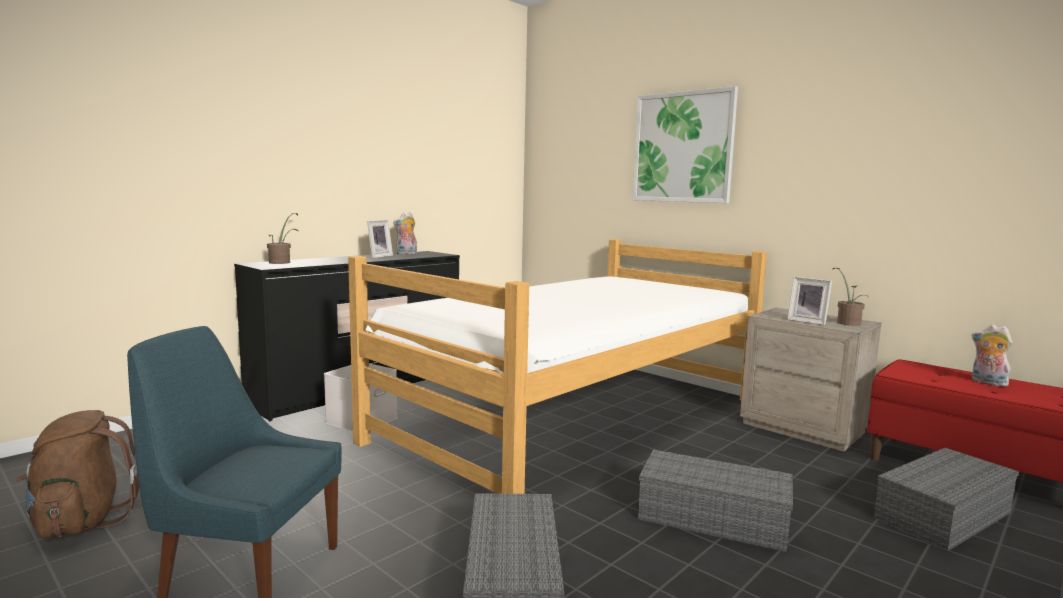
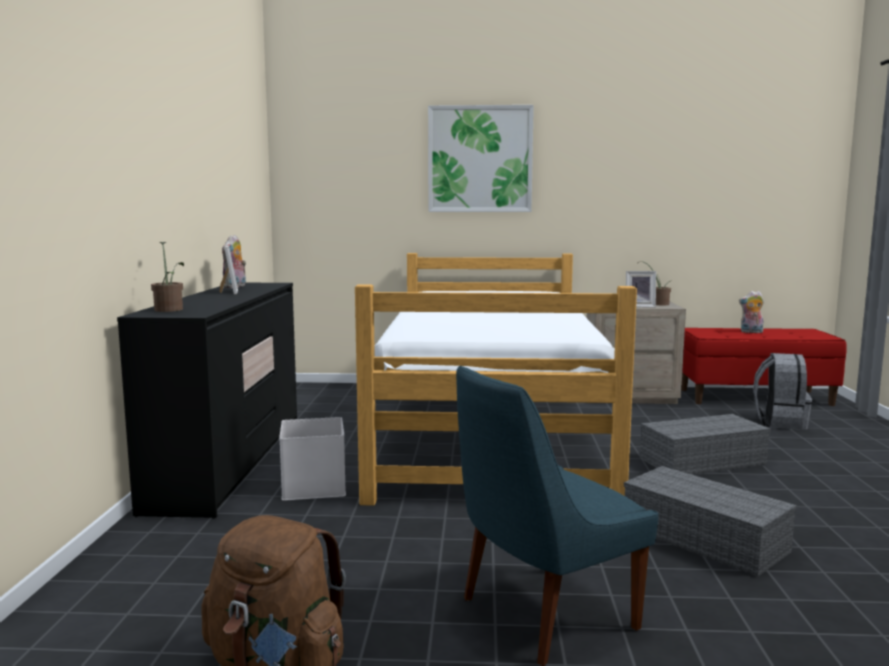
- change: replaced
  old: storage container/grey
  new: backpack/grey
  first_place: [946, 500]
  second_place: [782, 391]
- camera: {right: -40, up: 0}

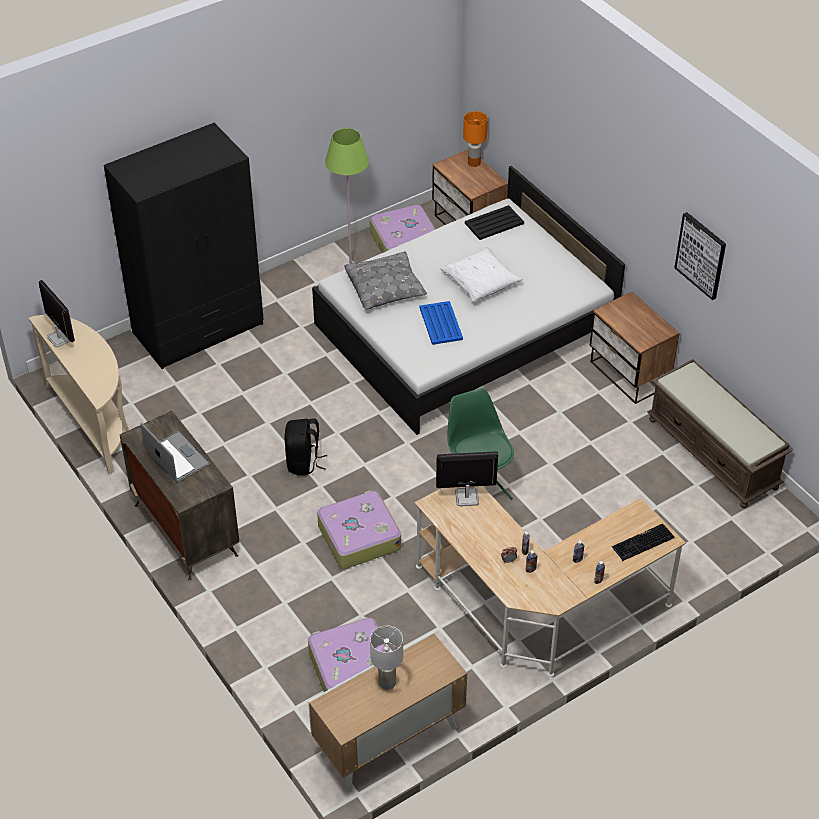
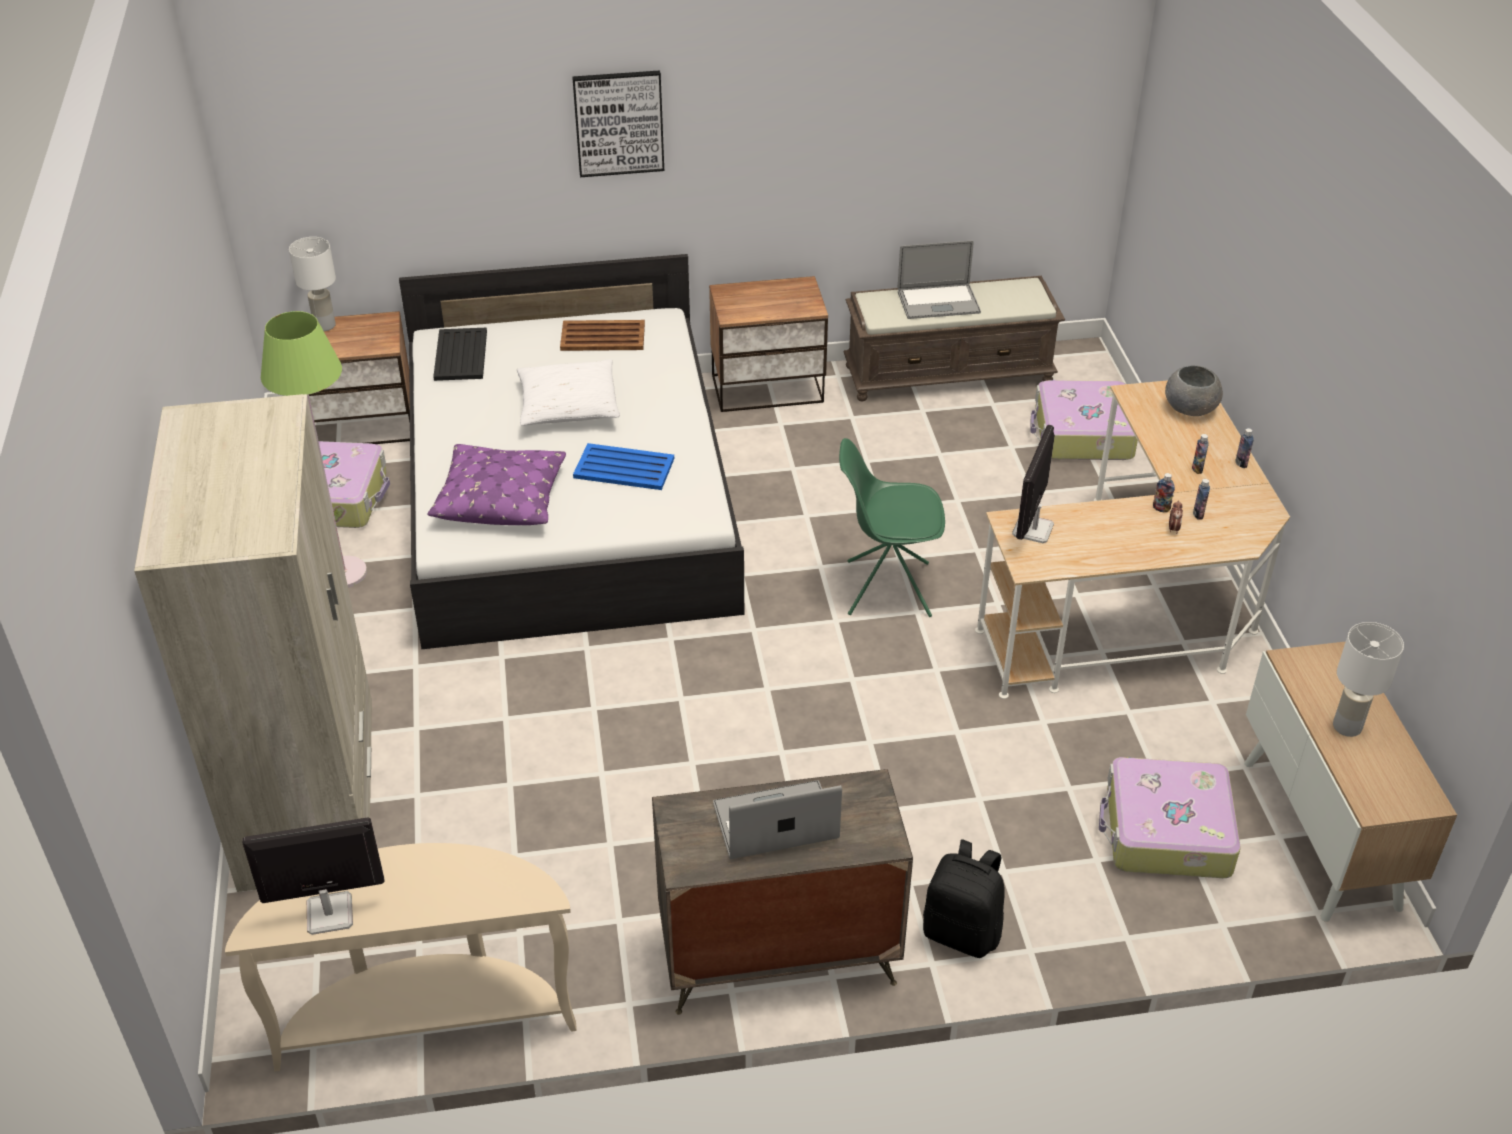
- change: recoloured
  old: wardrobe/black
  new: wardrobe/beige
  first_place: [184, 246]
  second_place: [253, 643]
- change: recoloured
  old: tabletop lamp/orange-coloured
  new: tabletop lamp/white
  first_place: [475, 139]
  second_place: [312, 284]
- change: recoloured
  old: cushion/grey
  new: cushion/purple-coloured
  first_place: [385, 281]
  second_place: [496, 484]
- change: added
  new: serving tray/brown
  second_place: [602, 335]
- change: moved
  old: picture
  first_place: [700, 256]
  second_place: [618, 123]
- change: added
  new: notebook computer
  second_place: [939, 279]
- change: moved
  old: backpack/black
  first_place: [305, 447]
  second_place: [964, 898]
- change: moved
  old: travel case
  first_place: [359, 529]
  second_place: [1084, 420]
- change: replaced
  old: PC keyboard
  new: serving bowl/grey
  first_place: [643, 542]
  second_place: [1194, 390]
- camera: {right: -65, up: -5}

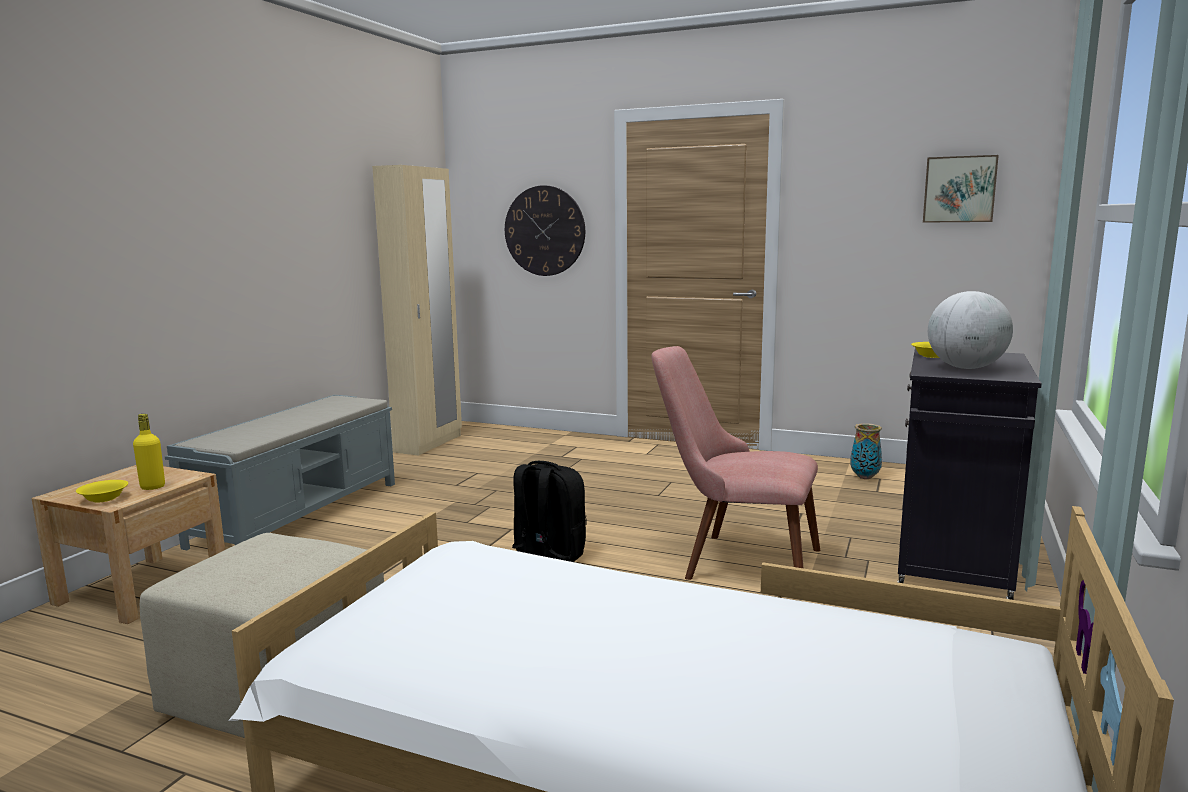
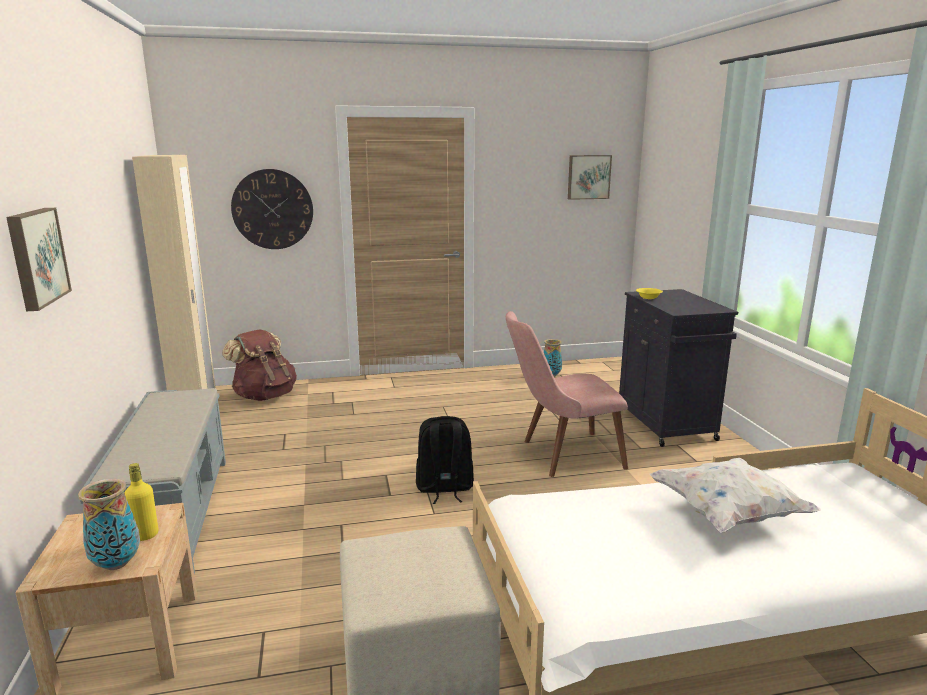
- change: added
  new: picture
  second_place: [39, 259]
- change: replaced
  old: serving bowl/yellowish
  new: flower vase
  first_place: [102, 491]
  second_place: [109, 524]
- change: added
  new: backpack/brown
  second_place: [259, 365]
- change: added
  new: cushion/white
  second_place: [735, 495]
- change: removed
  old: desk globe
  first_place: [970, 330]
- camera: {right: -35, up: 5}

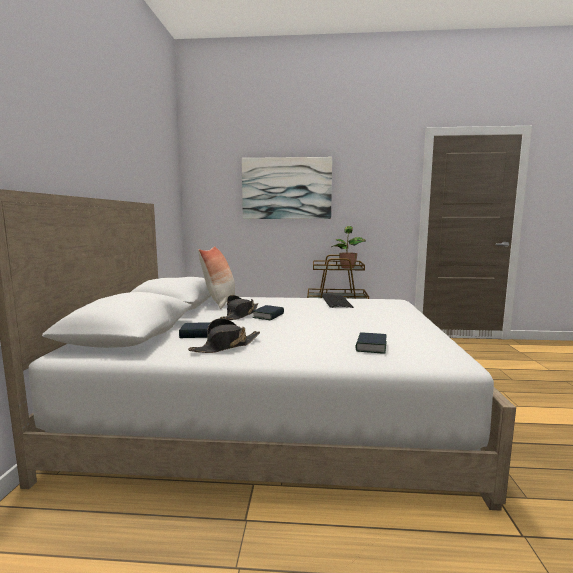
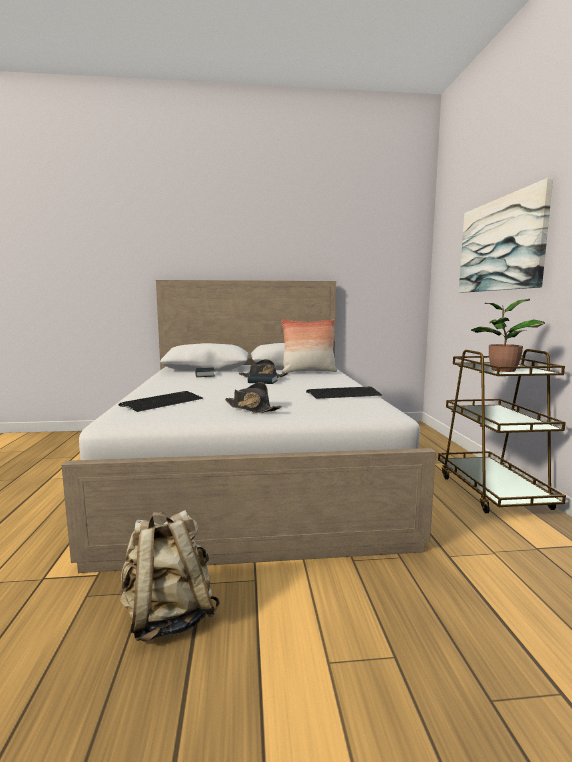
- change: replaced
  old: bound book
  new: PC keyboard
  first_place: [371, 343]
  second_place: [160, 401]
- change: added
  new: backpack/beige
  second_place: [170, 576]
- change: moved
  old: wearable hat/black
  first_place: [224, 335]
  second_place: [253, 397]
- camera: {right: 80, up: 0}

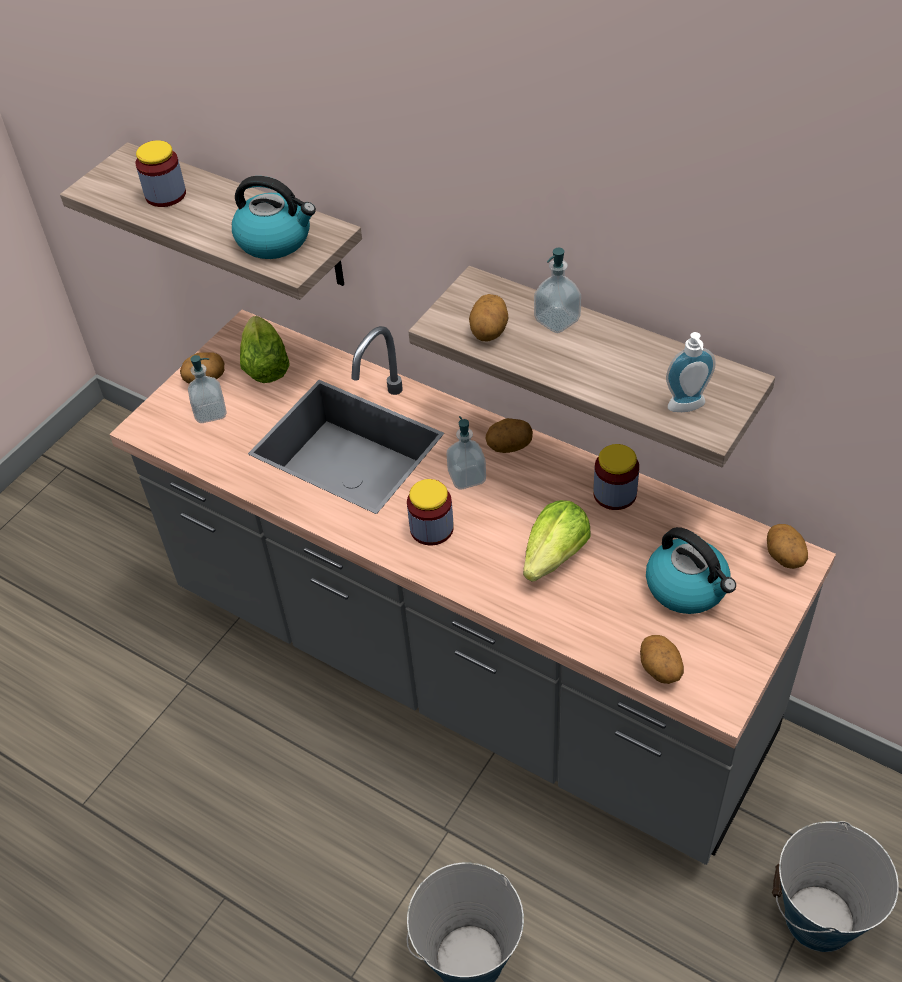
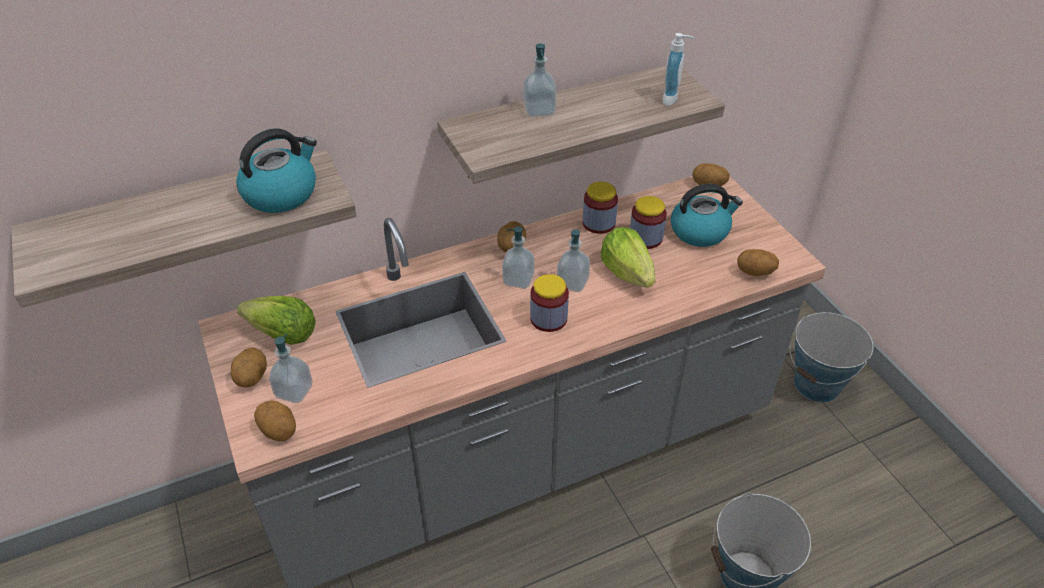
- change: moved
  old: whole potato
  first_place: [488, 317]
  second_place: [275, 421]
- change: added
  new: soap bottle
  second_place: [573, 260]
- change: moved
  old: jar
  first_place: [160, 173]
  second_place: [648, 222]
- camera: {right: -60, up: -5}

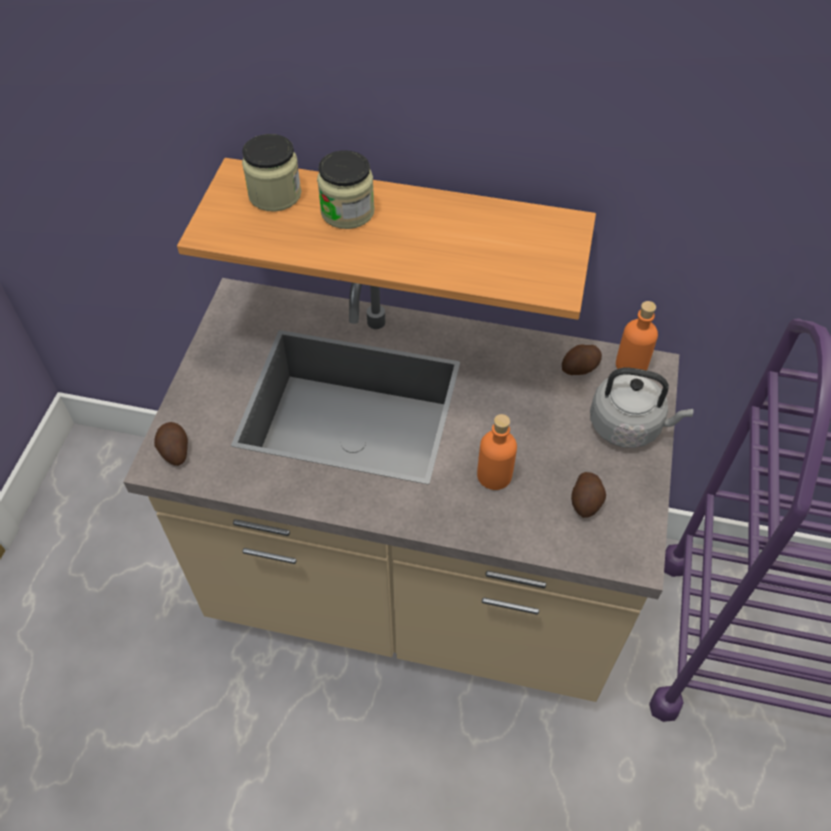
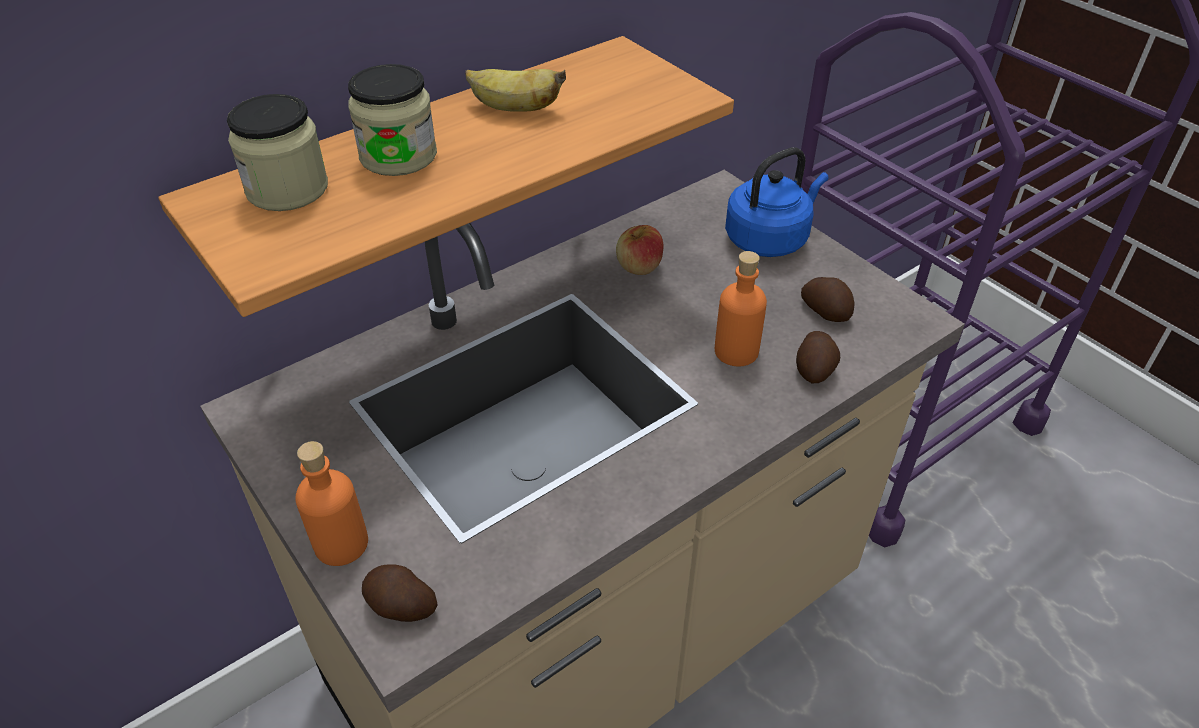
- change: moved
  old: bottle/orange-coloured
  first_place: [637, 336]
  second_place: [331, 503]
- change: added
  new: whole banana
  second_place: [515, 90]
- change: added
  new: whole apple
  second_place: [640, 250]
- change: recoloured
  old: water kettle/grey
  new: water kettle/bluish
  first_place: [641, 408]
  second_place: [776, 202]
- change: moved
  old: whole potato
  first_place: [582, 359]
  second_place: [818, 357]
- camera: {right: -50, up: -10}

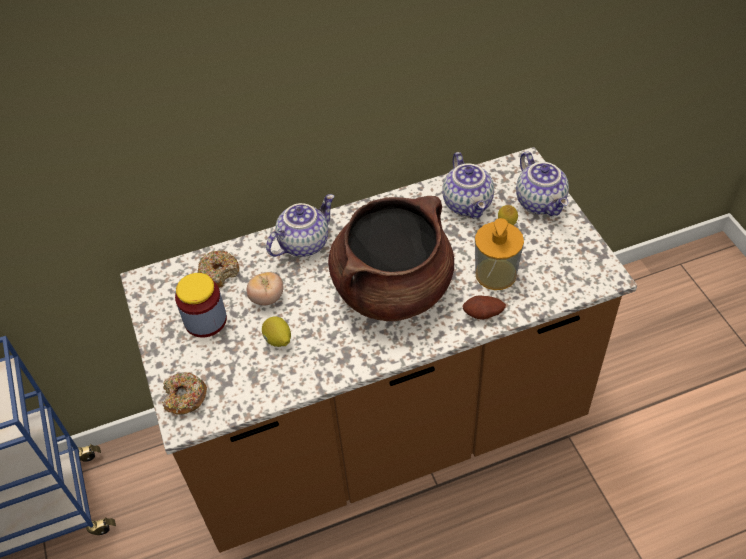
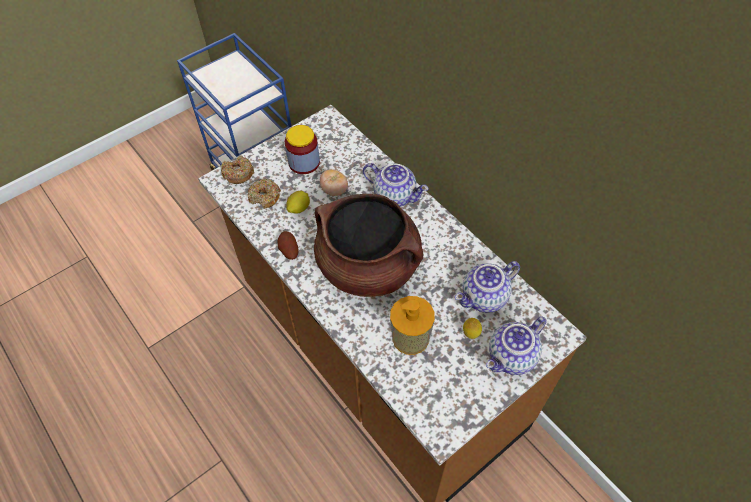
- change: moved
  old: donut
  first_place: [218, 269]
  second_place: [264, 194]
- change: moved
  old: whole potato
  first_place: [484, 307]
  second_place: [288, 245]
- camera: {right: 70, up: 5}

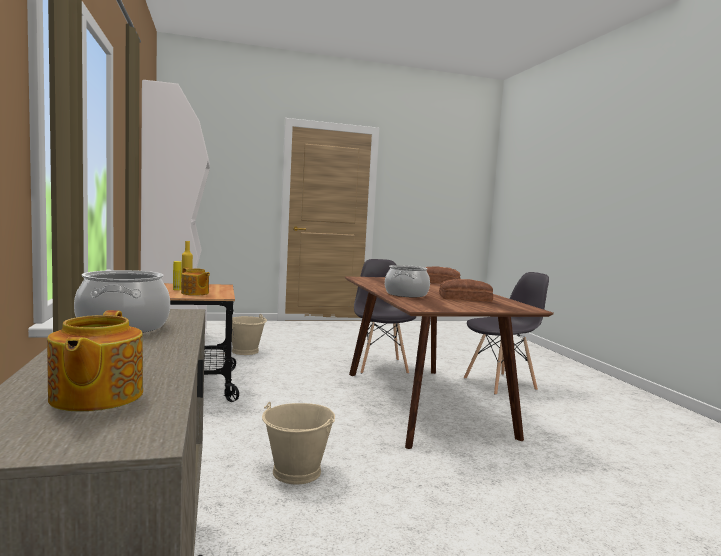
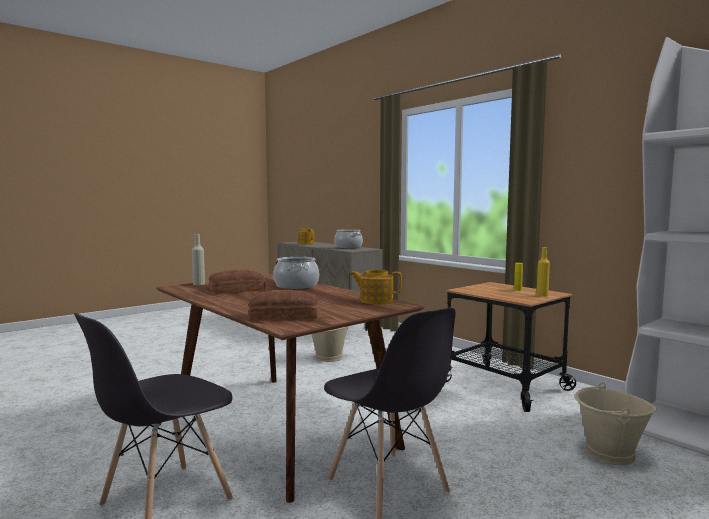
- change: added
  new: bottle/beige
  second_place: [198, 259]
- change: moved
  old: pot for tea
  first_place: [195, 282]
  second_place: [376, 287]
- camera: {right: 155, up: 0}

